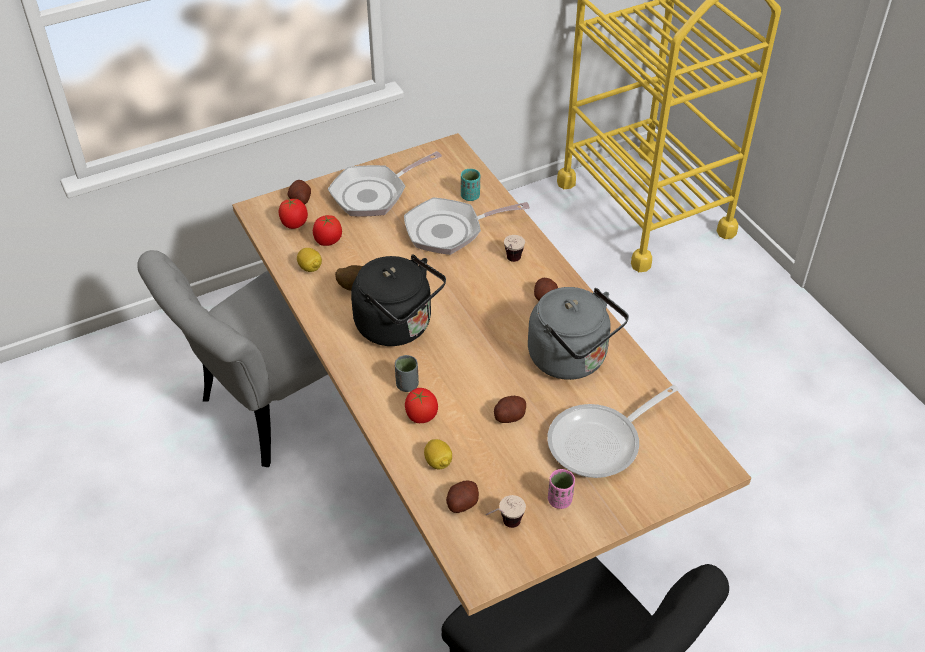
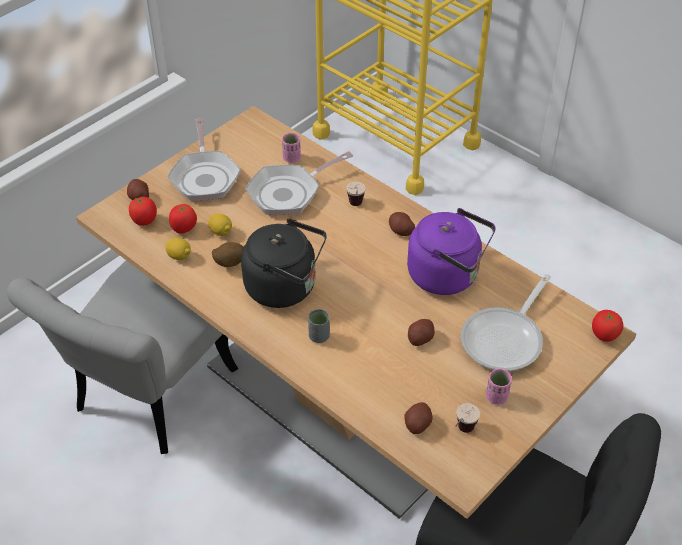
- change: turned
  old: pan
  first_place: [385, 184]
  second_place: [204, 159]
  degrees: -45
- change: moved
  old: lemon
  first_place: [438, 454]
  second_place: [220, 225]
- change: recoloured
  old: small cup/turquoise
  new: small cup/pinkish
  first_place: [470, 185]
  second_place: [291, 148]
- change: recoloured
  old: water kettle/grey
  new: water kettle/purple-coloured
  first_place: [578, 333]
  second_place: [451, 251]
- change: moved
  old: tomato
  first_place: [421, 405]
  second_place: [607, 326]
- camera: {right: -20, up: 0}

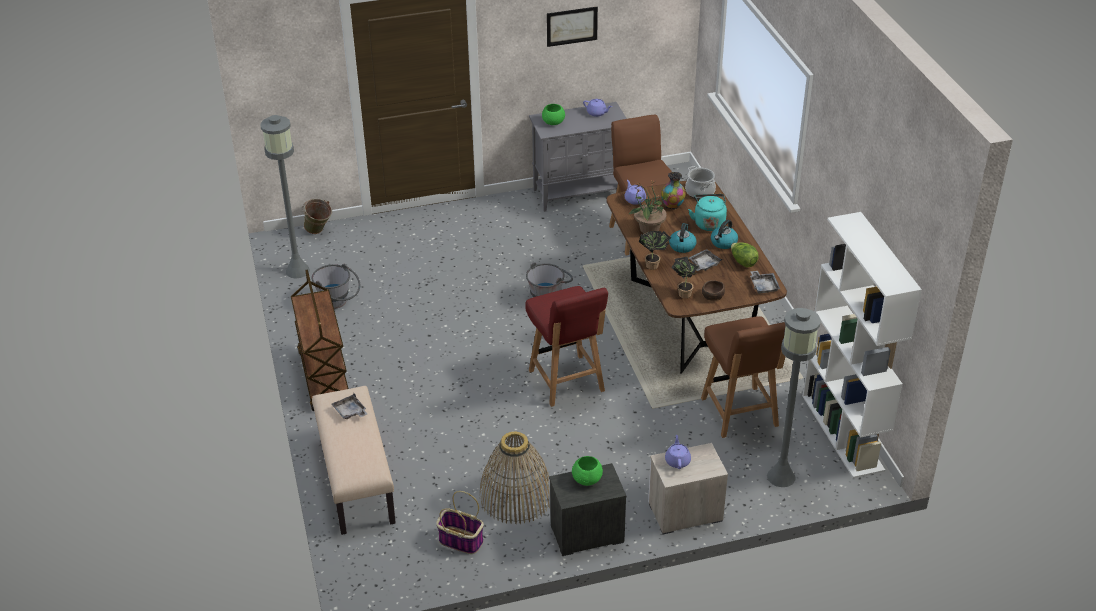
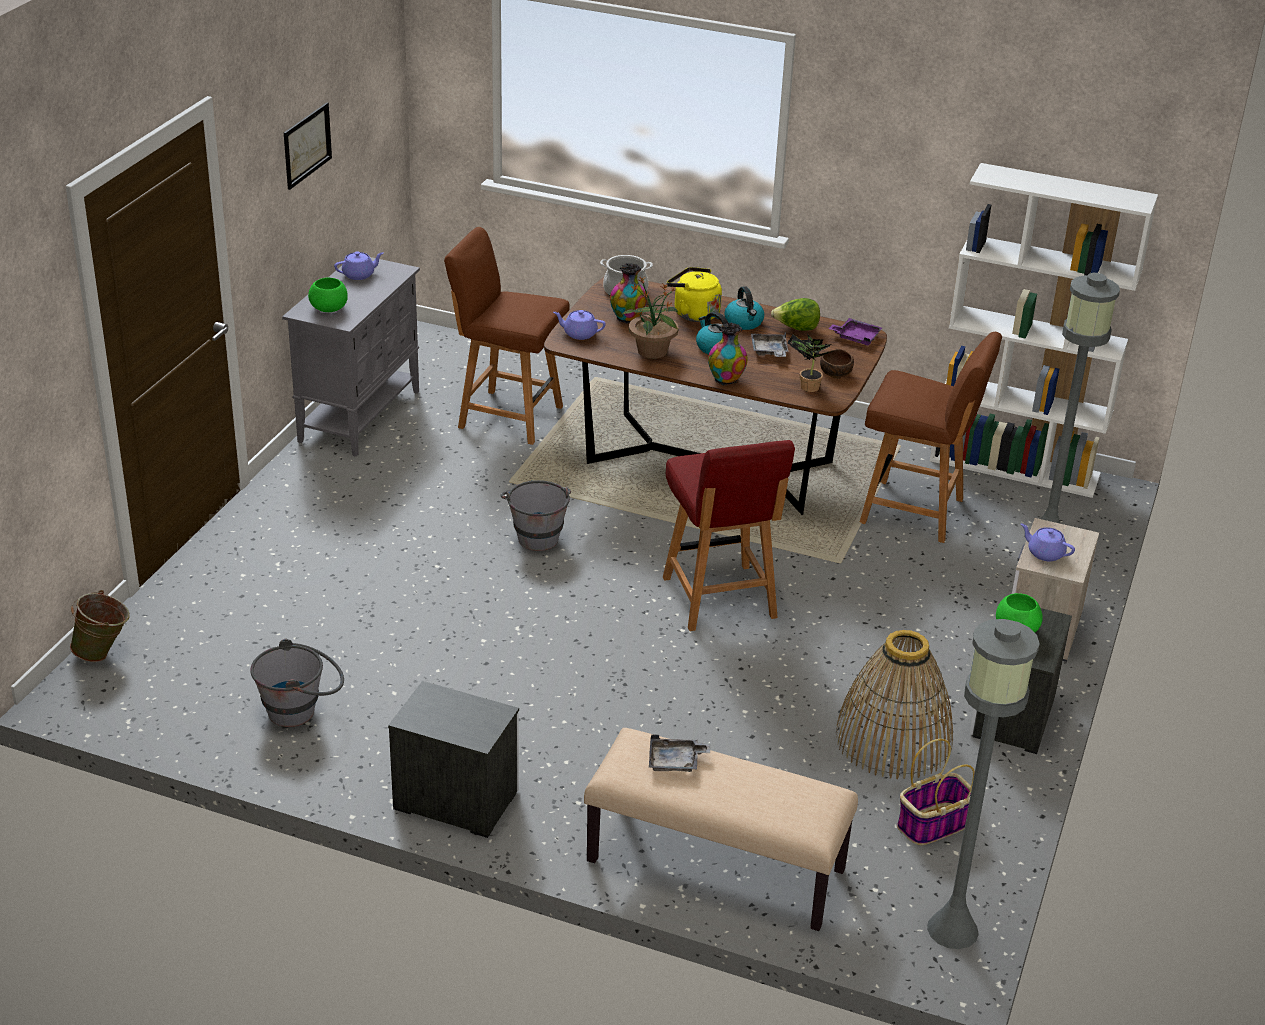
- change: replaced
  old: wheeled cart/brown
  new: nightstand
  first_place: [319, 340]
  second_place: [453, 759]
- change: turned
  old: plain chair/reddish
  first_place: [566, 346]
  second_place: [729, 535]
  degrees: 60
- change: recoloured
  old: water kettle/turquoise
  new: water kettle/yellowish
  first_place: [707, 212]
  second_place: [694, 294]
- change: replaced
  old: potted plant
  new: flower vase
  first_place: [655, 250]
  second_place: [728, 354]
- change: recoloured
  old: serving tray/grey
  new: serving tray/purple-coloured
  first_place: [765, 282]
  second_place: [855, 331]
- change: moved
  old: standing lamp/grey
  first_place: [285, 197]
  second_place: [983, 784]
- camera: {right: -55, up: -5}

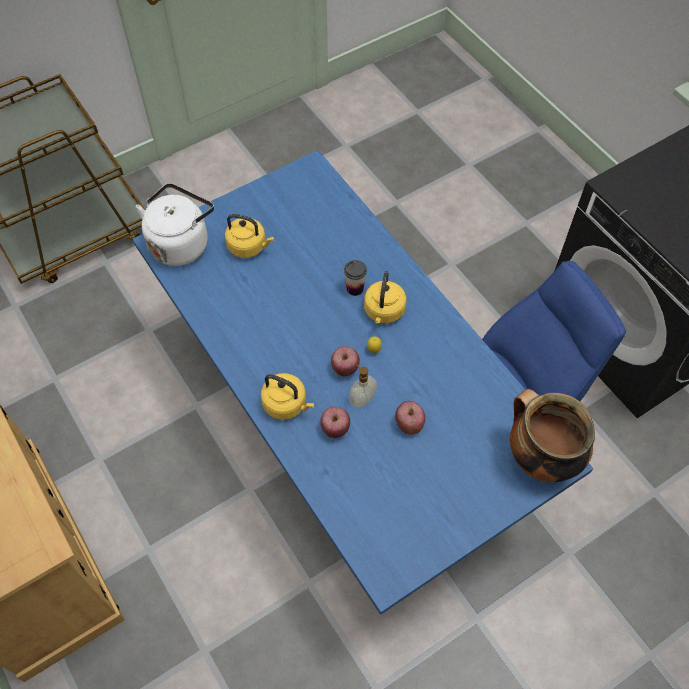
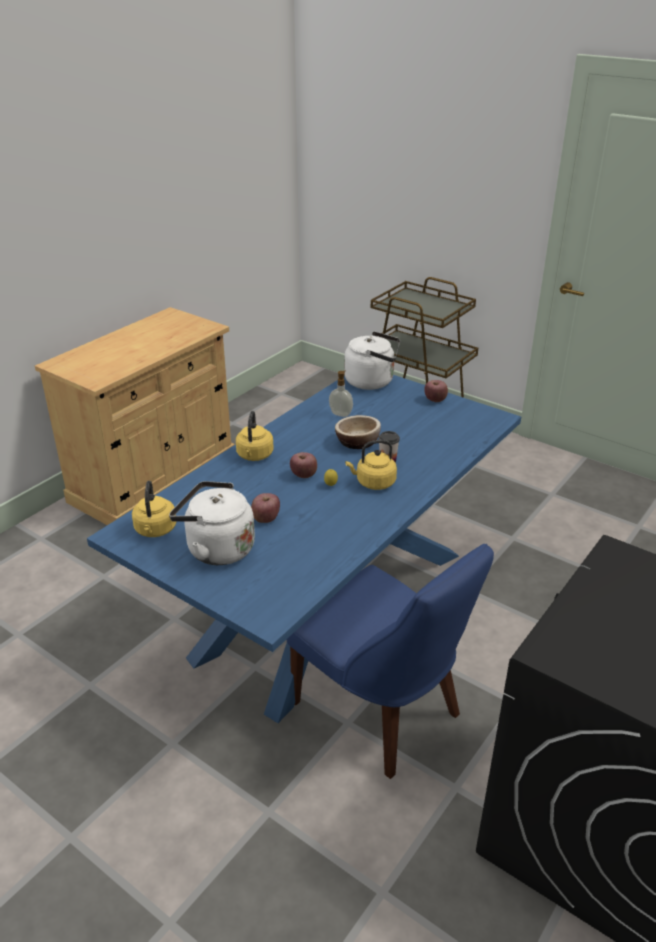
- change: moved
  old: water kettle/yellowish
  first_place: [249, 236]
  second_place: [154, 509]
- change: added
  new: water kettle/white
  second_place: [212, 523]
- change: moved
  old: soap bottle
  first_place: [363, 386]
  second_place: [341, 394]
- change: added
  new: serving bowl
  second_place: [358, 432]
- change: moved
  old: whole apple
  first_place: [335, 422]
  second_place: [436, 391]
- change: removed
  old: stockpot
  first_place: [552, 435]
- camera: {right: 70, up: -25}

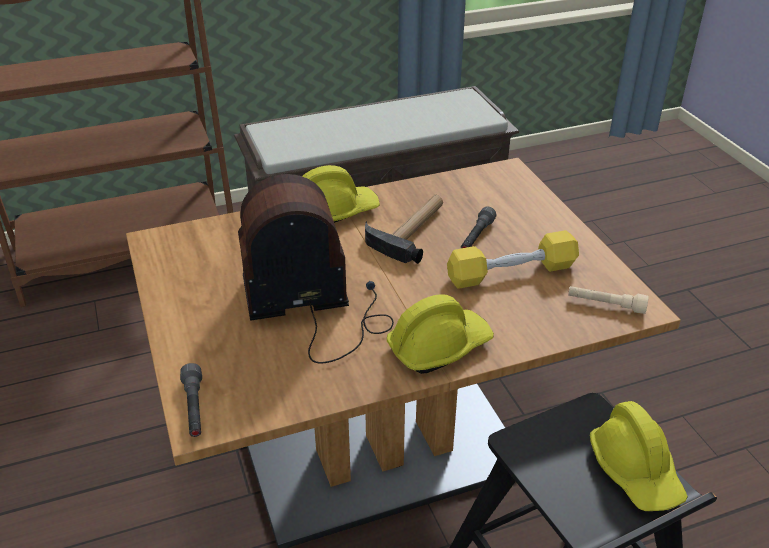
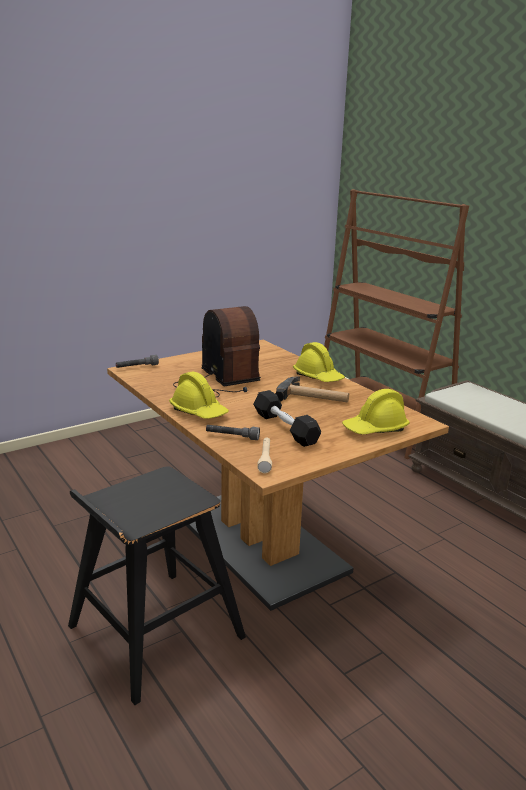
- change: moved
  old: hand torch/grey
  first_place: [478, 227]
  second_place: [233, 432]
- change: recoloured
  old: free weight/yellowish
  new: free weight/black
  first_place: [513, 259]
  second_place: [287, 418]
- change: moved
  old: hard hat/yellowish
  first_place: [639, 456]
  second_place: [376, 411]
- camera: {right: 75, up: -15}

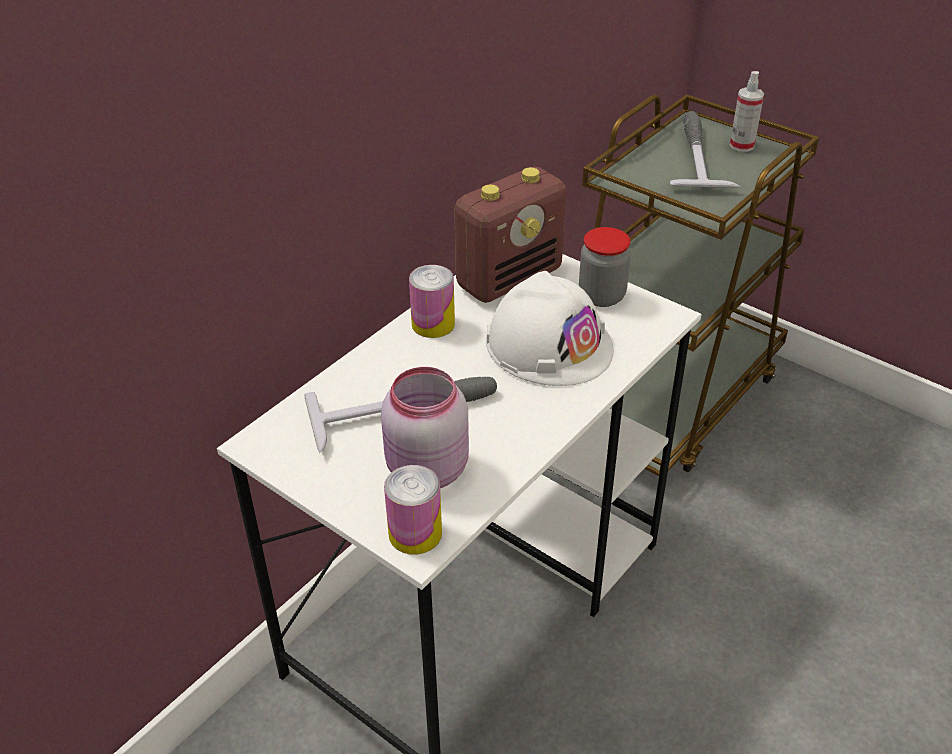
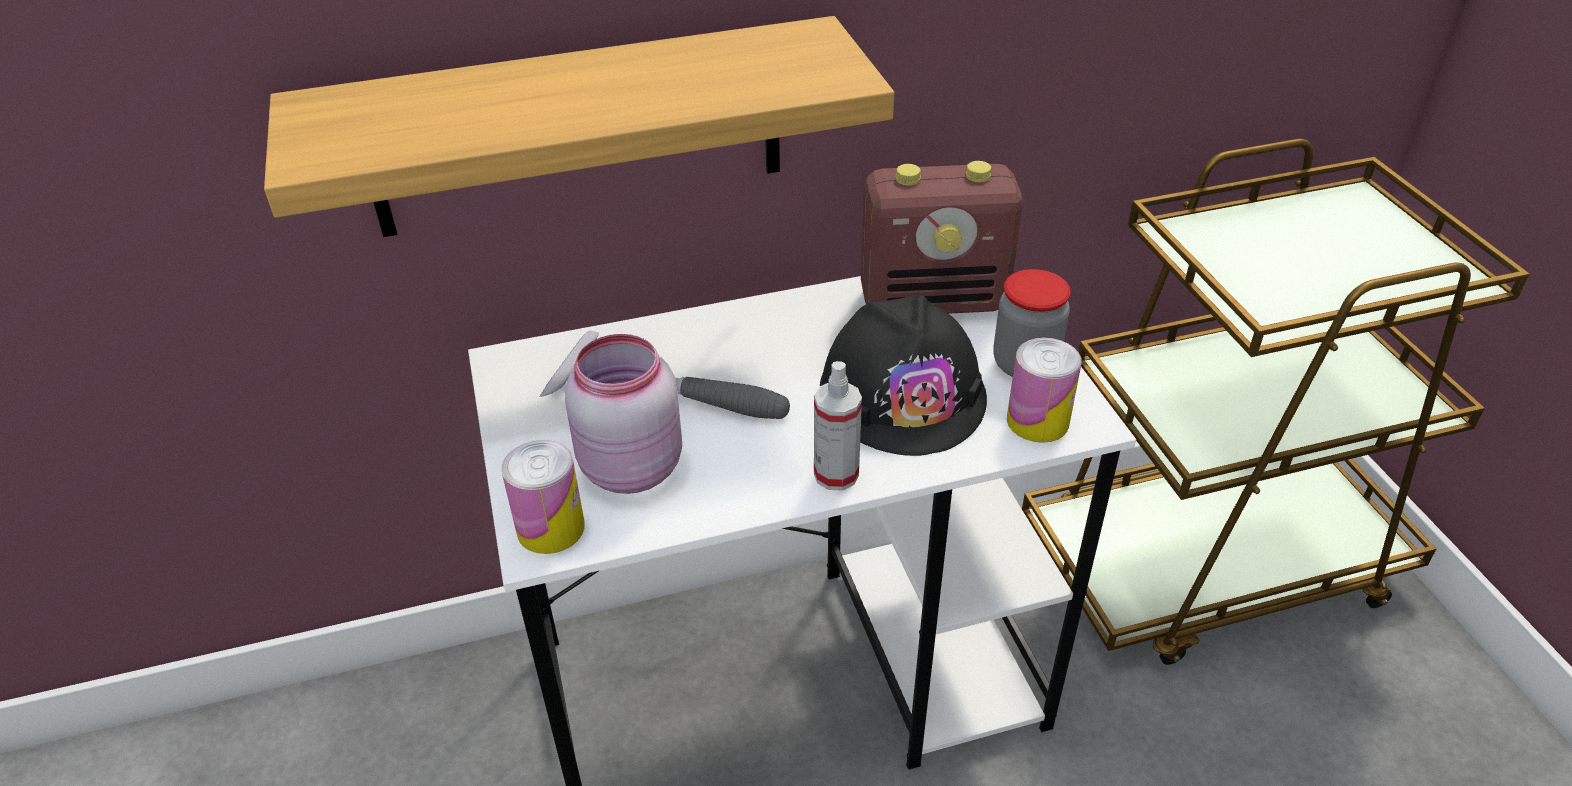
- change: added
  new: bracket shelf
  second_place: [579, 126]
- change: moved
  old: sprayer
  first_place: [747, 111]
  second_place: [838, 426]
- change: recoloured
  old: hard hat/white
  new: hard hat/black
  first_place: [550, 328]
  second_place: [903, 375]
- change: moved
  old: can
  first_place: [432, 301]
  second_place: [1044, 390]
- change: removed
  old: tool hammer
  first_place: [705, 149]
- camera: {right: 35, up: 0}

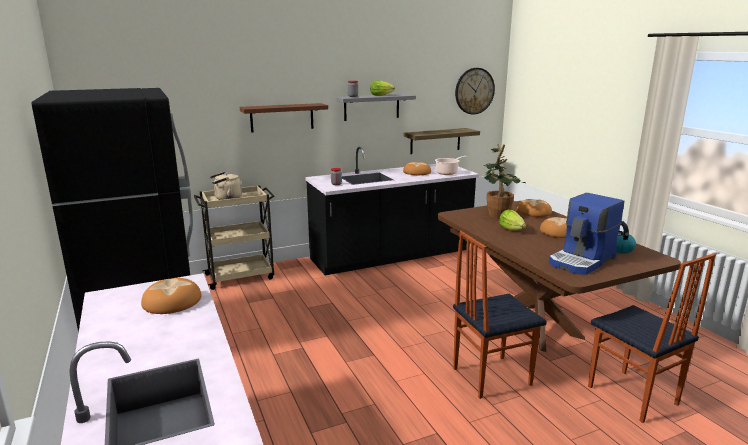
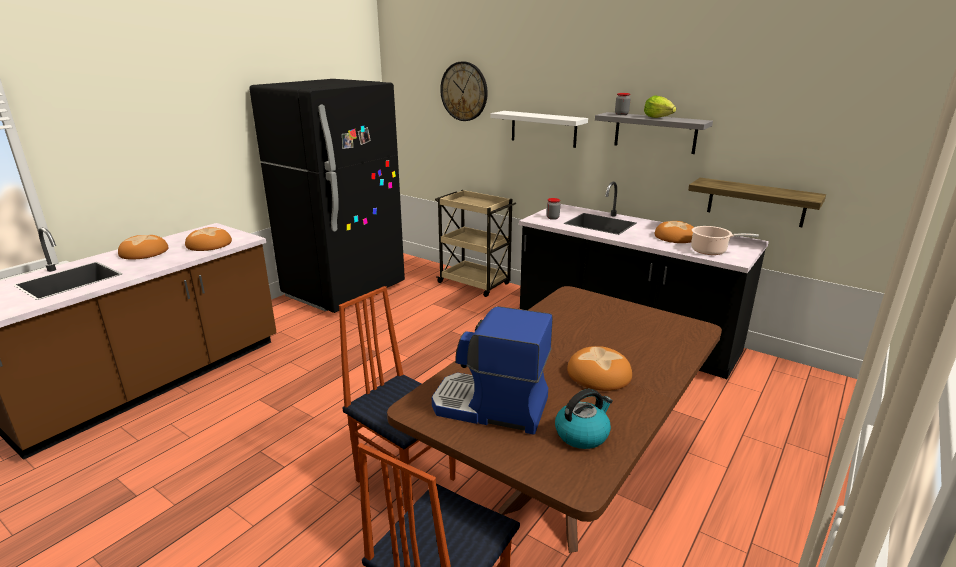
- change: moved
  old: bread
  first_place: [534, 208]
  second_place: [143, 247]
- change: moved
  old: hanging clock
  first_place: [475, 91]
  second_place: [464, 91]
- change: recoloured
  old: bracket shelf/brown
  new: bracket shelf/white
  first_place: [284, 118]
  second_place: [539, 129]
- change: removed
  old: water kettle/beige
  first_place: [226, 186]
- change: removed
  old: potted plant
  first_place: [505, 181]
- change: removed
  old: head of lettuce
  first_place: [512, 220]
- camera: {right: 60, up: 5}

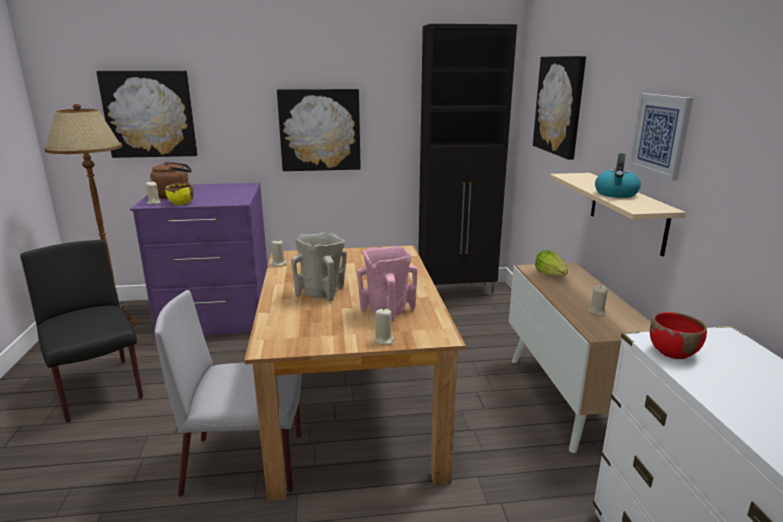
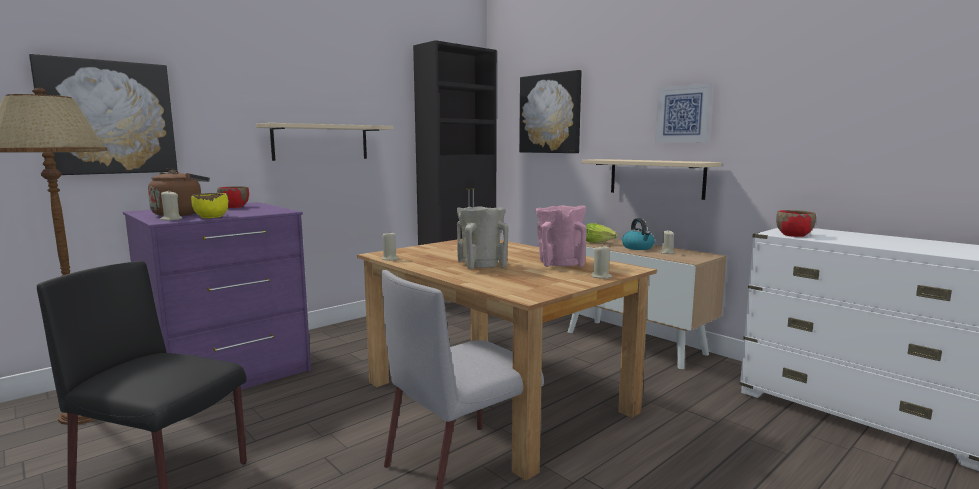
- change: added
  new: serving bowl/reddish
  second_place: [233, 197]
- change: replaced
  old: picture
  new: bracket shelf/beige
  first_place: [319, 130]
  second_place: [324, 142]
- change: moved
  old: water kettle
  first_place: [618, 175]
  second_place: [638, 234]
- camera: {right: -35, up: -10}

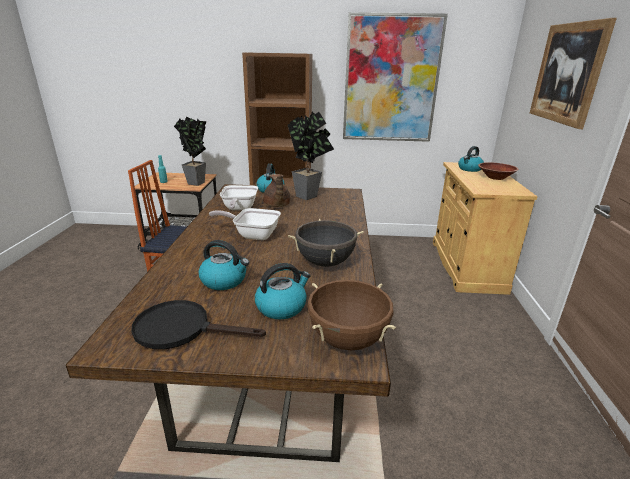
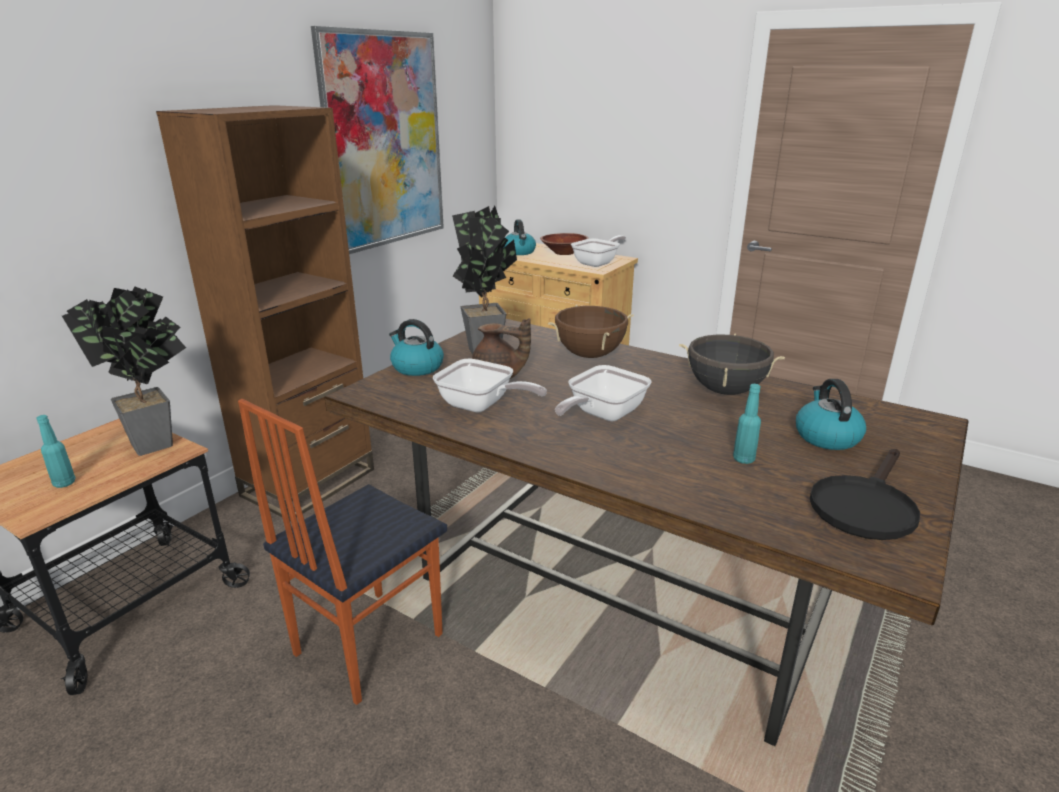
- change: moved
  old: stockpot/brown
  first_place: [351, 315]
  second_place: [591, 331]
- change: added
  new: pan
  second_place: [598, 251]
- change: replaced
  old: water kettle
  new: bottle/turquoise
  first_place: [224, 265]
  second_place: [747, 424]
- change: removed
  old: picture
  first_place: [573, 73]
- camera: {right: -60, up: 0}

